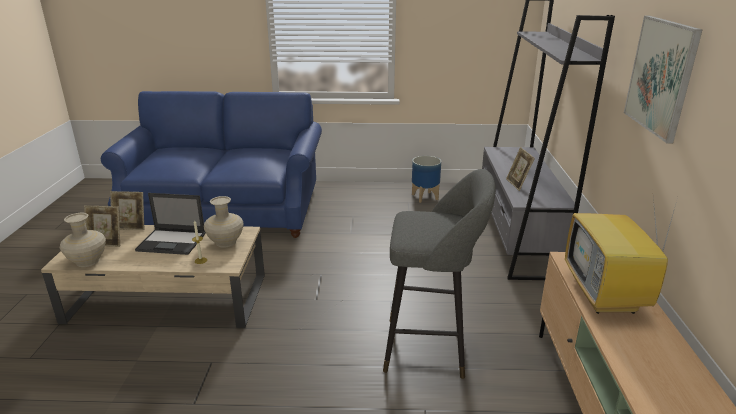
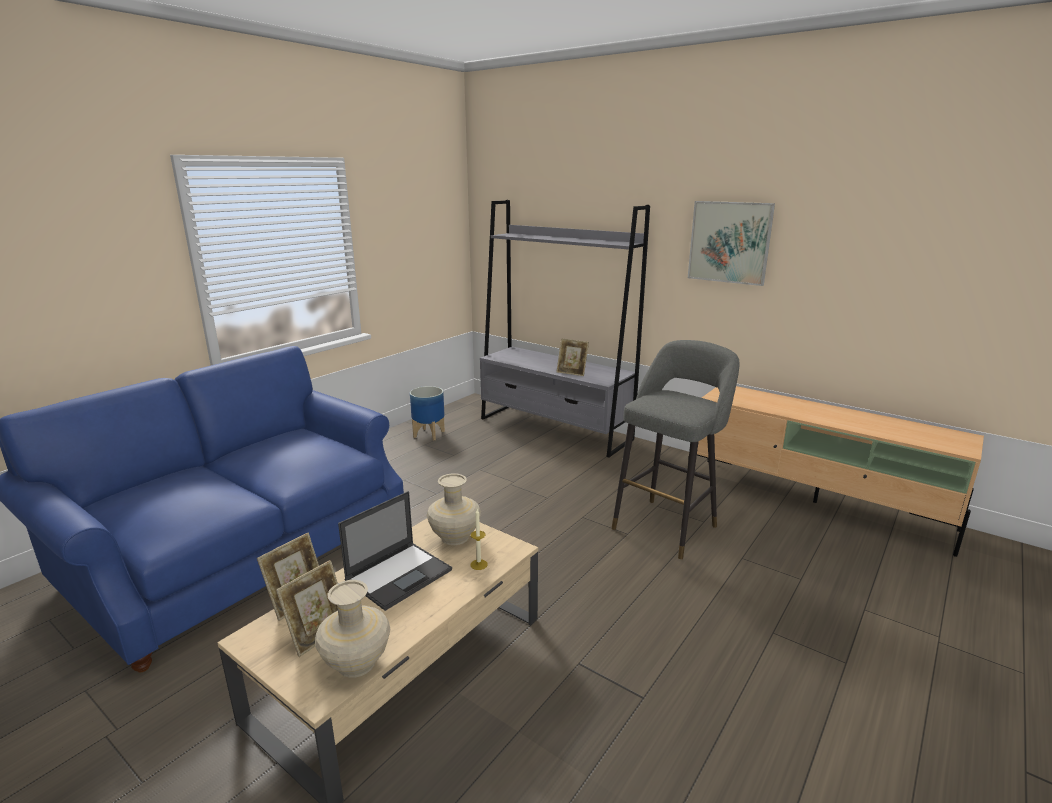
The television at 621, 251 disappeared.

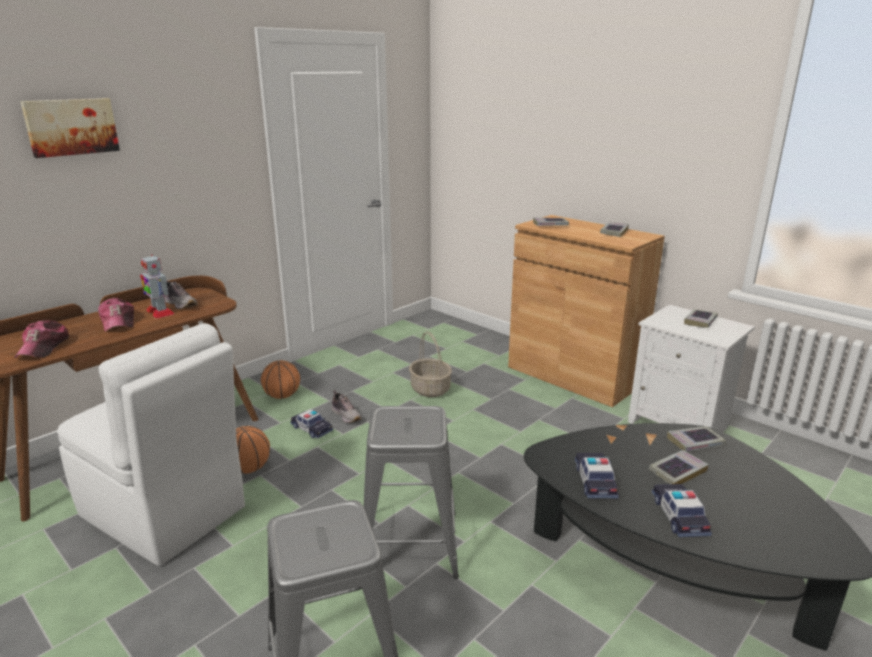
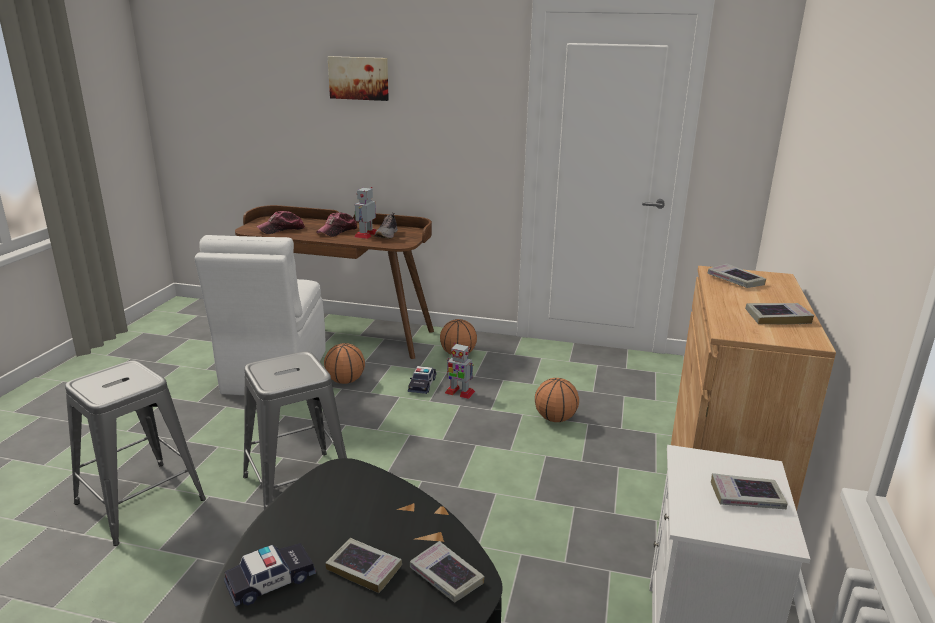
The toy car at 597, 475 disappeared.
The shoe at 347, 406 was replaced by the toy robot at 460, 371.
The basket at 430, 364 was replaced by the basketball at 557, 400.

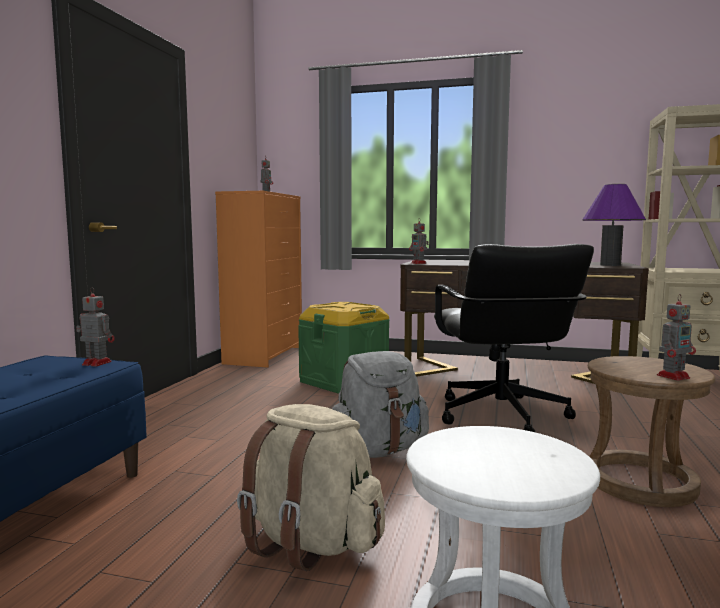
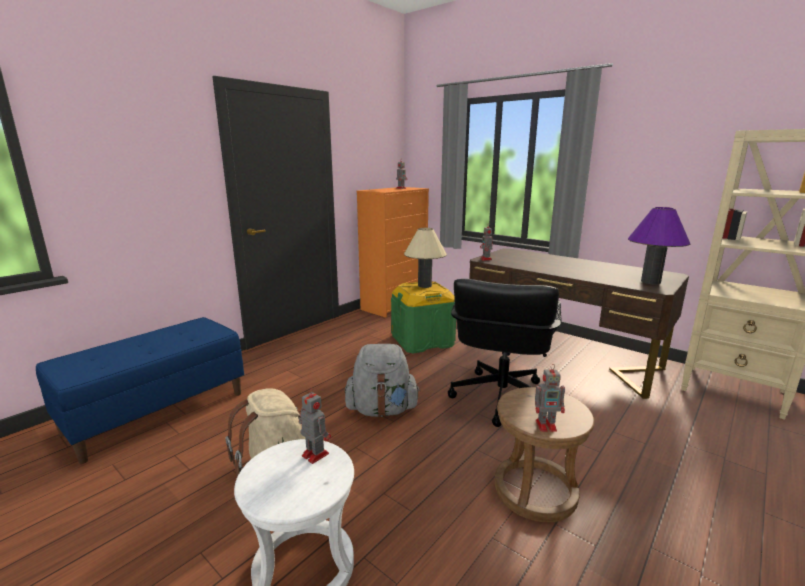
The table lamp (beige) at 425, 258 appeared.
The toy robot moved from 95, 327 to 314, 425.

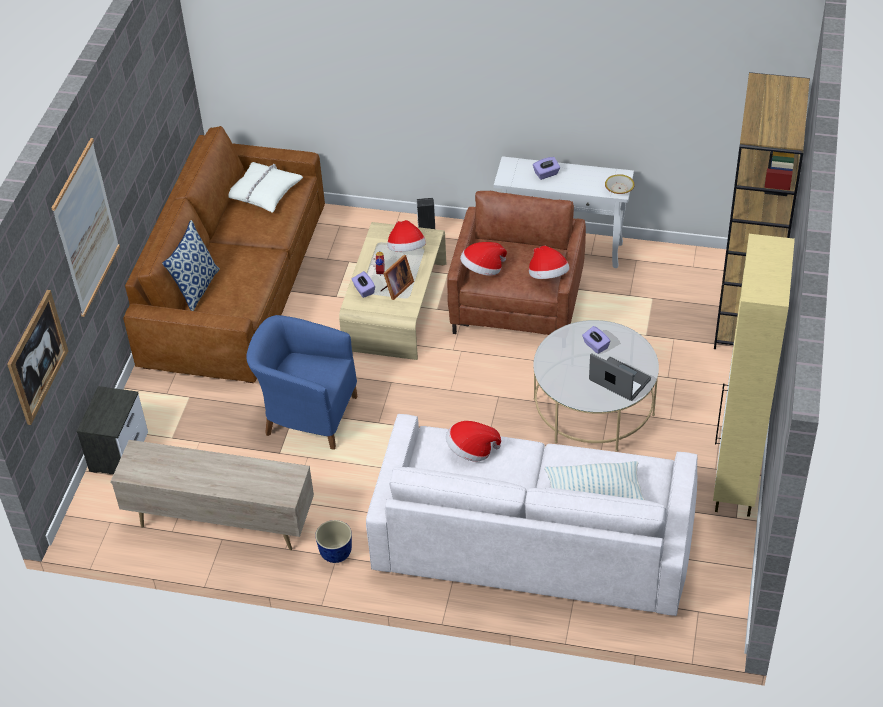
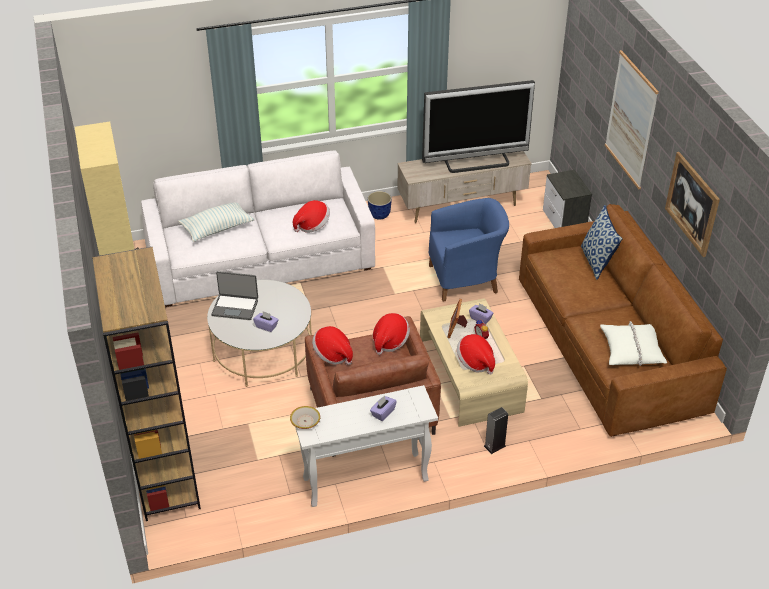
The television at 478, 126 appeared.
The picture moved from 37, 357 to 692, 204.

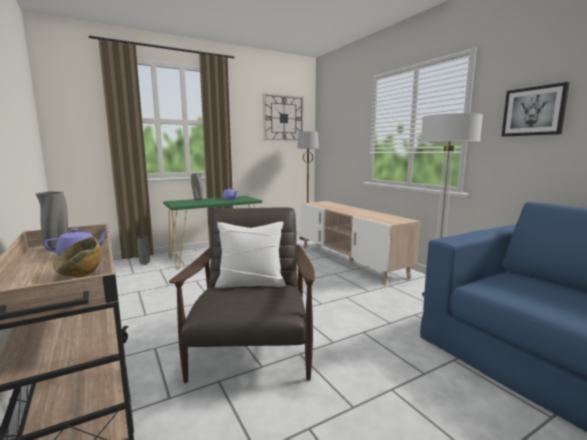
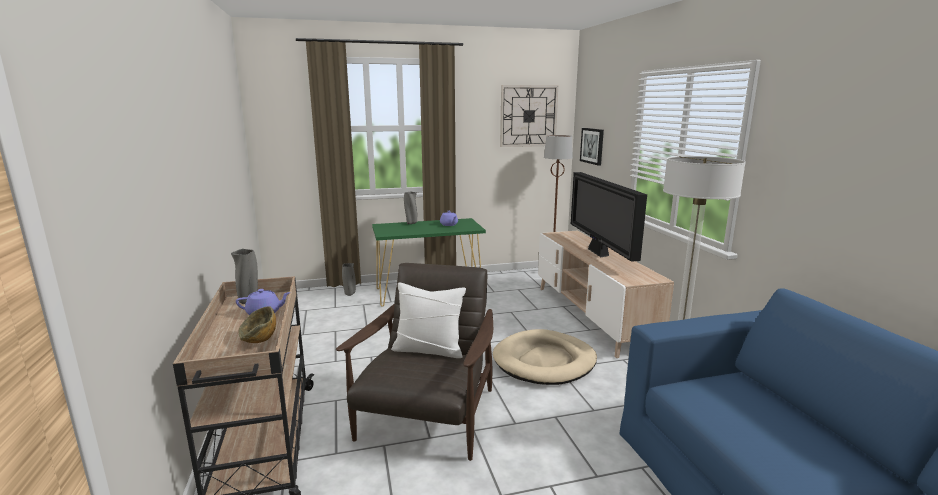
The dog bed (beige) at 545, 357 appeared.
The television at 609, 217 appeared.
The picture moved from 536, 109 to 592, 146.

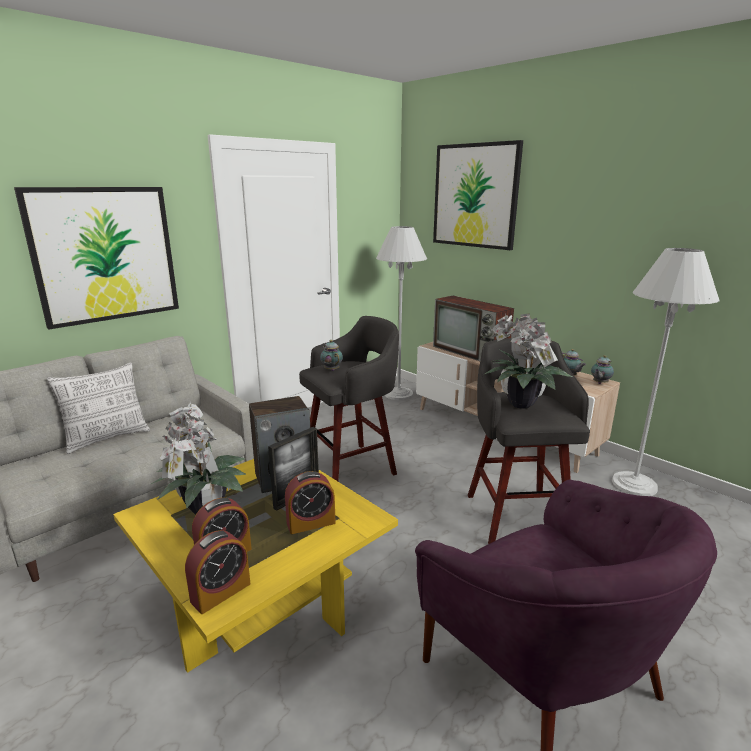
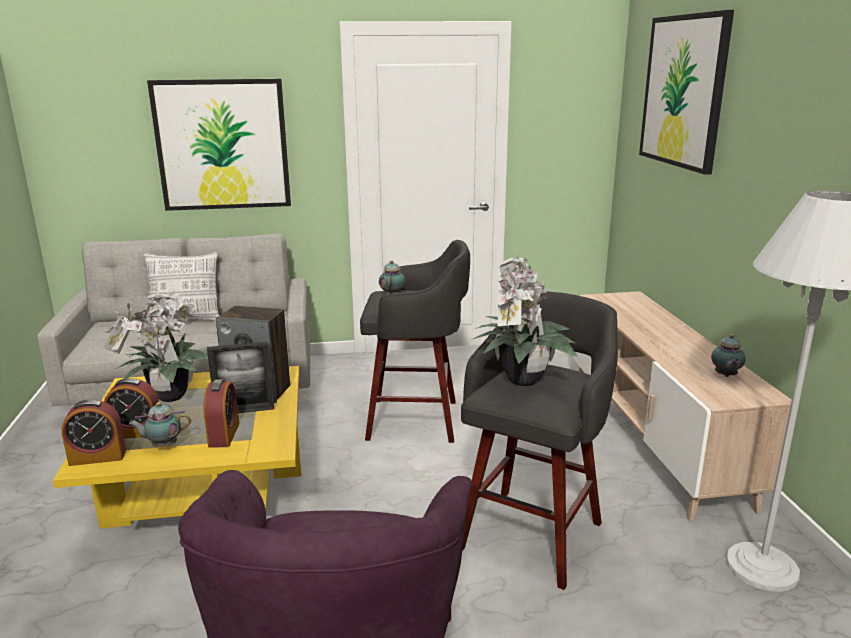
The floor lamp (white) at 401, 313 disappeared.
The television at 473, 328 disappeared.
The teapot moved from 602, 369 to 160, 425.
The alarm clock at 310, 502 turned 105 degrees counterclockwise.

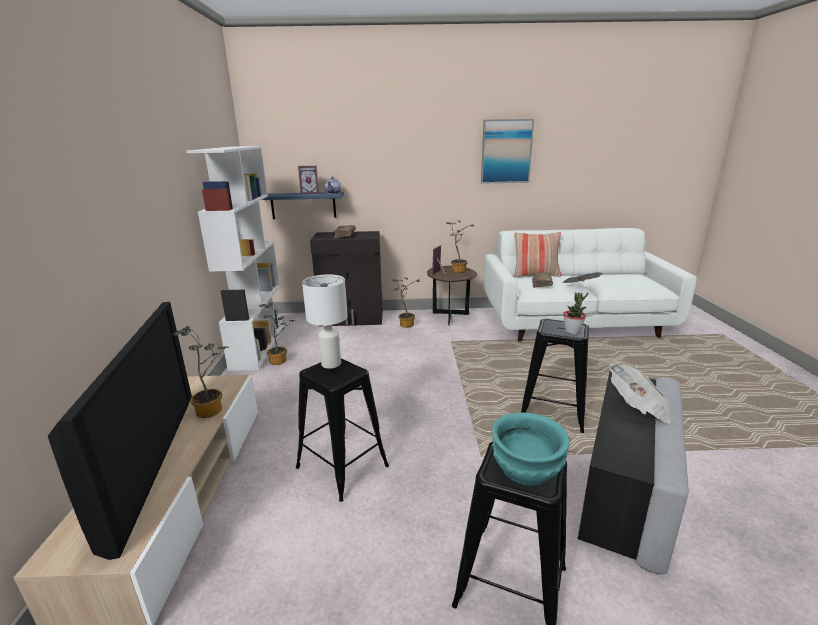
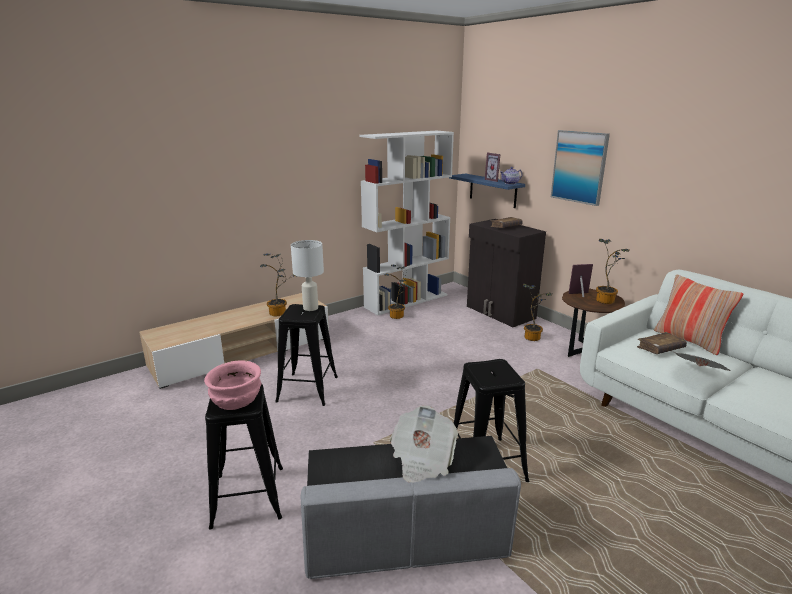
The television at 120, 431 disappeared.
The potted plant at 575, 313 disappeared.
The picture moved from 507, 151 to 580, 168.
The bowl (turquoise) at 530, 449 became the bowl (pink) at 233, 385.

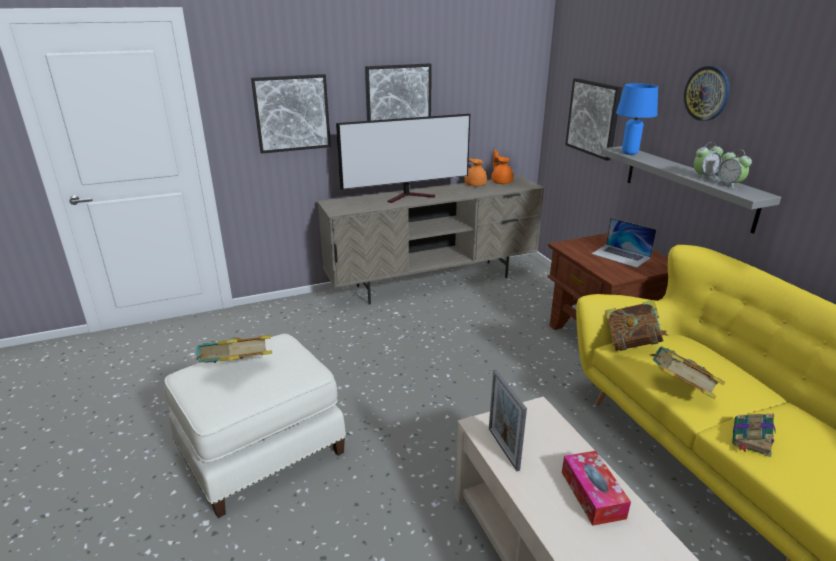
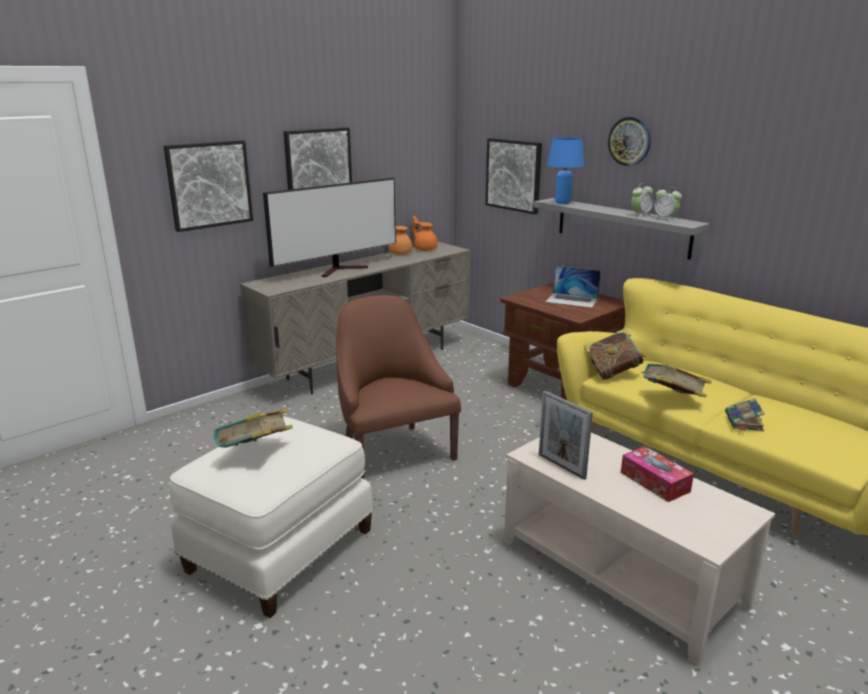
The armchair (brown) at 398, 387 appeared.

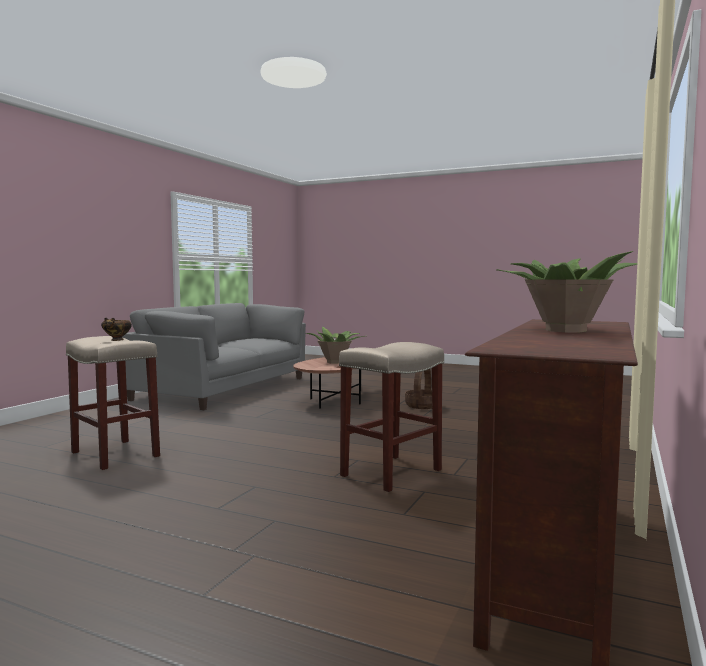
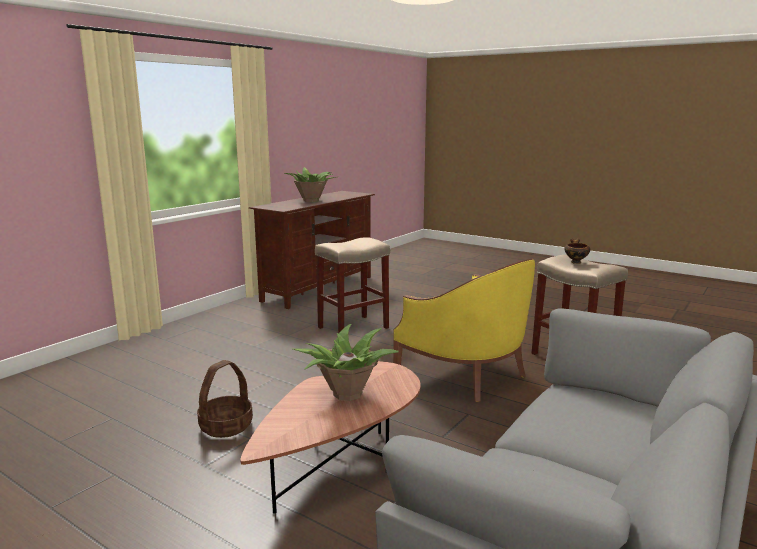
The armchair (yellow) at 464, 330 appeared.

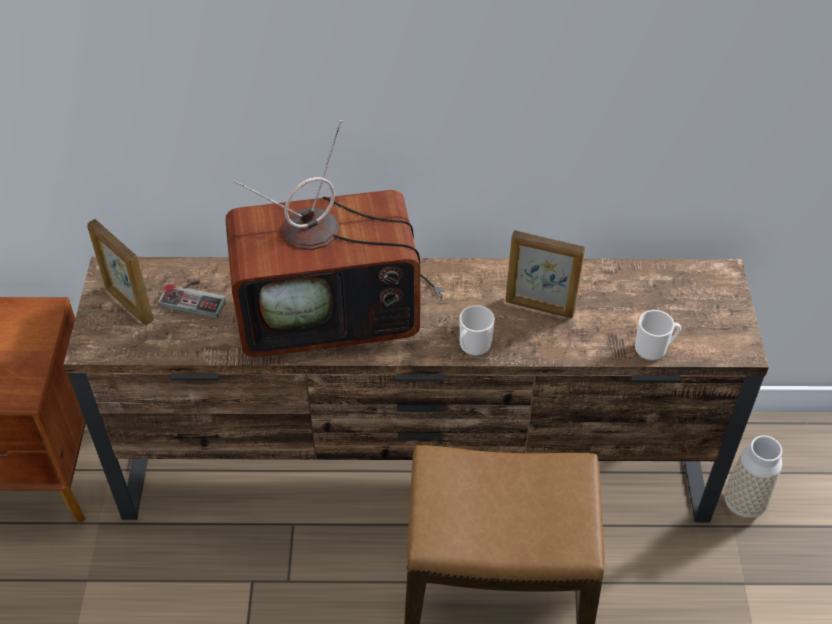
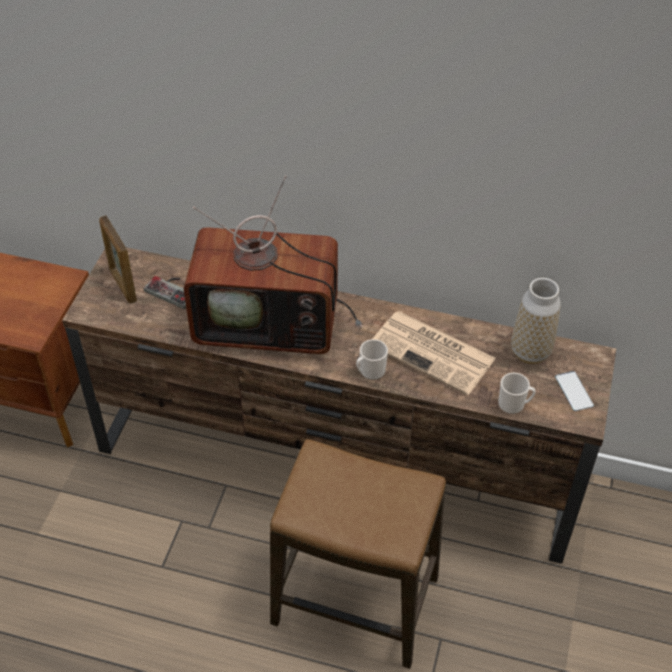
The phone at 574, 391 appeared.
The vase moved from 753, 477 to 536, 321.
The picture frame at 545, 274 was replaced by the newspaper at 434, 353.

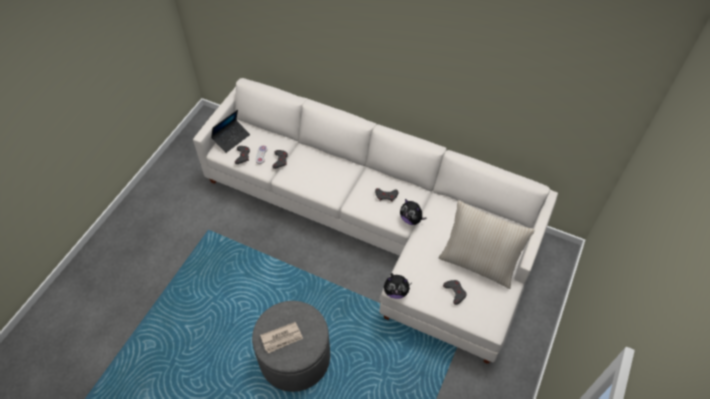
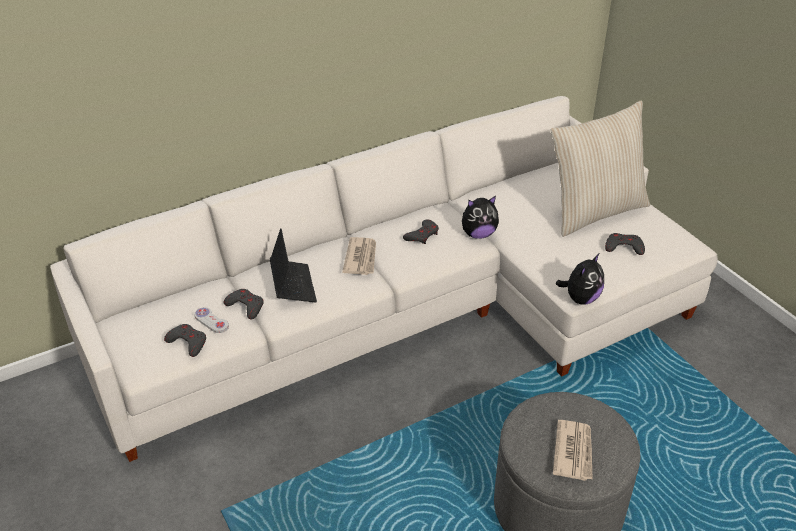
The newspaper at 359, 256 appeared.
The laptop moved from 230, 131 to 293, 265.

